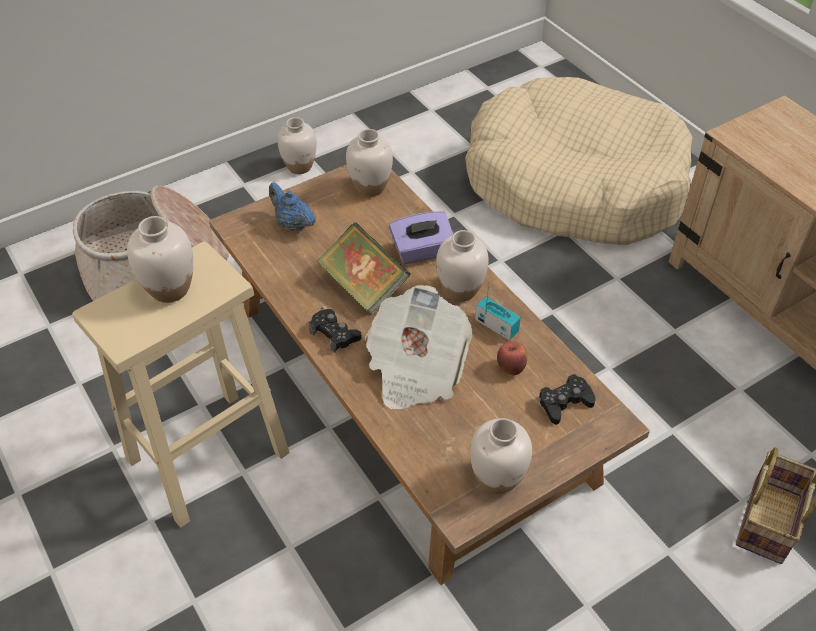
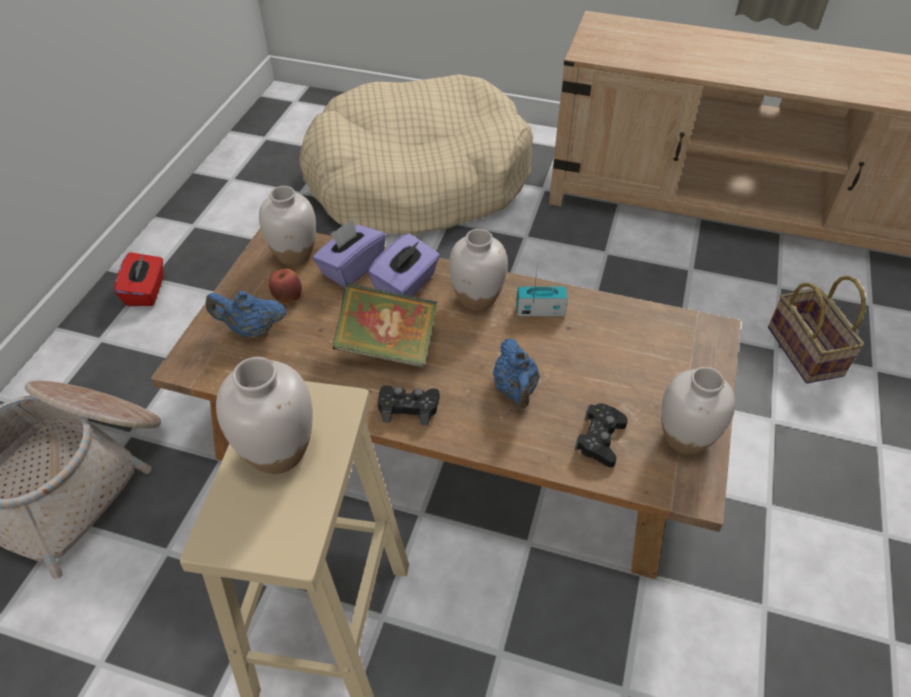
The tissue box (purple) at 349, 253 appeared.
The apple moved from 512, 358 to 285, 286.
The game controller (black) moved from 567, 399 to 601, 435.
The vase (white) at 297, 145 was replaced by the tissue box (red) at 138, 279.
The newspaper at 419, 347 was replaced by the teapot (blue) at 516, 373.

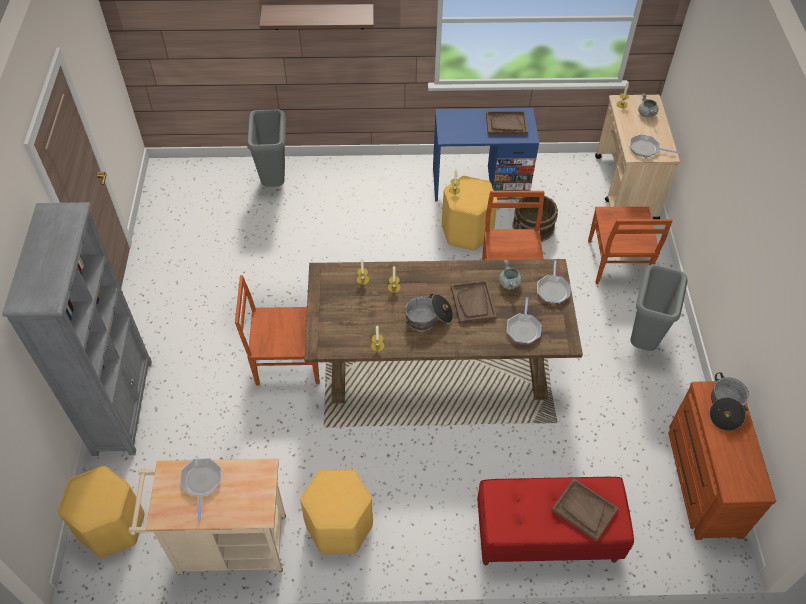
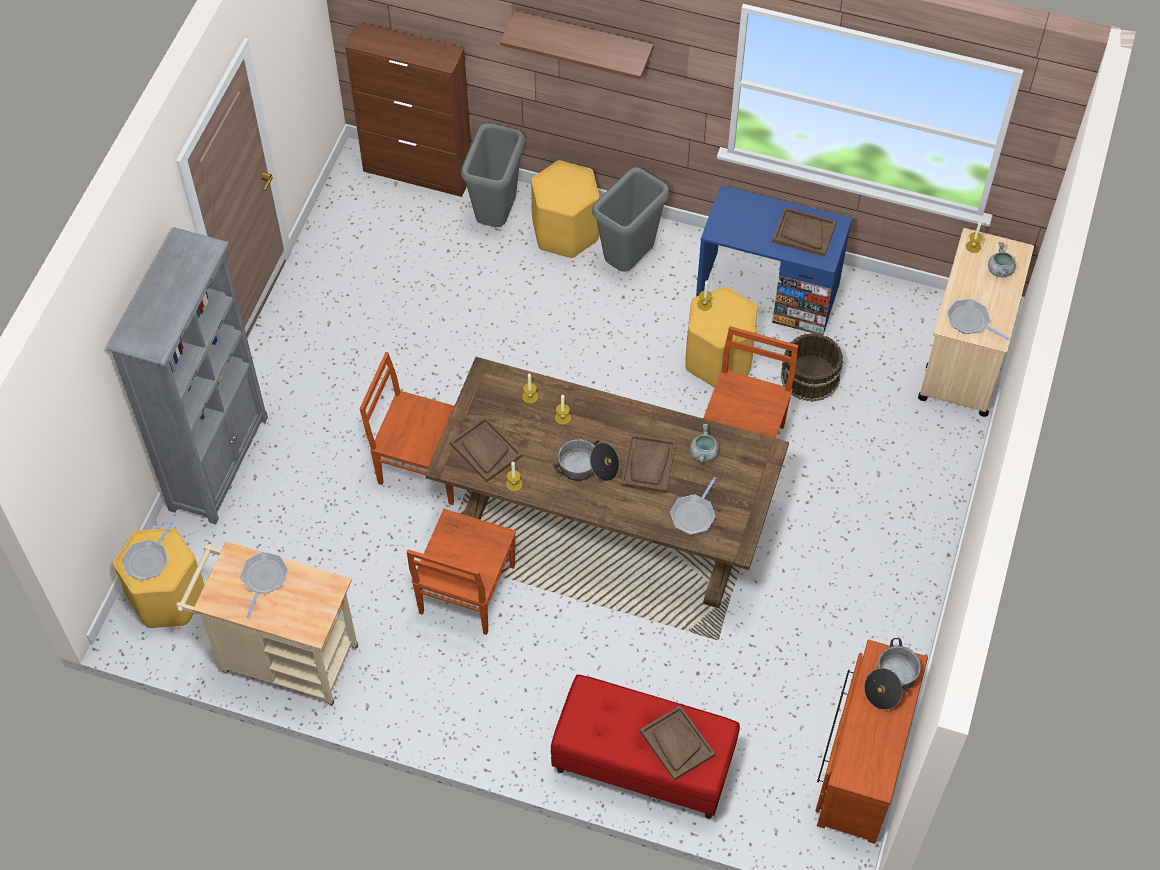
The cabinet (brown) at 408, 109 appeared.
The tray (brown) at 486, 449 appeared.
The stool (yellow) moved from 336, 511 to 565, 209.
The frying pan moved from 554, 281 to 148, 551.
The chair (brown) moved from 630, 245 to 461, 572.
The trash can (grey) moved from 659, 307 to 630, 219.

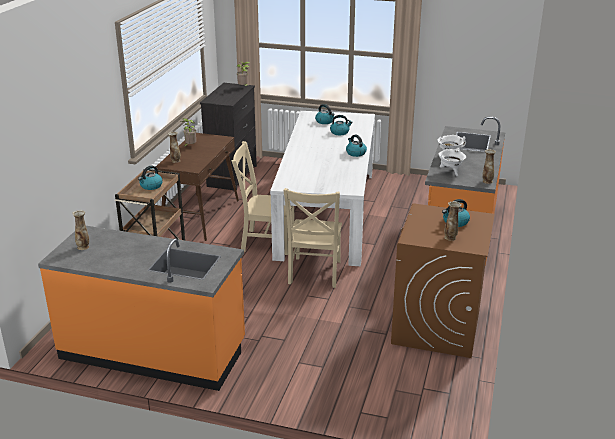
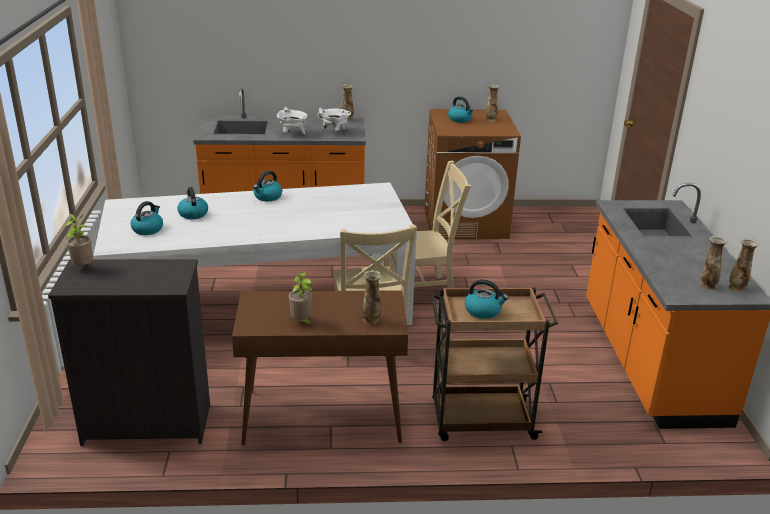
The vase at 744, 265 appeared.

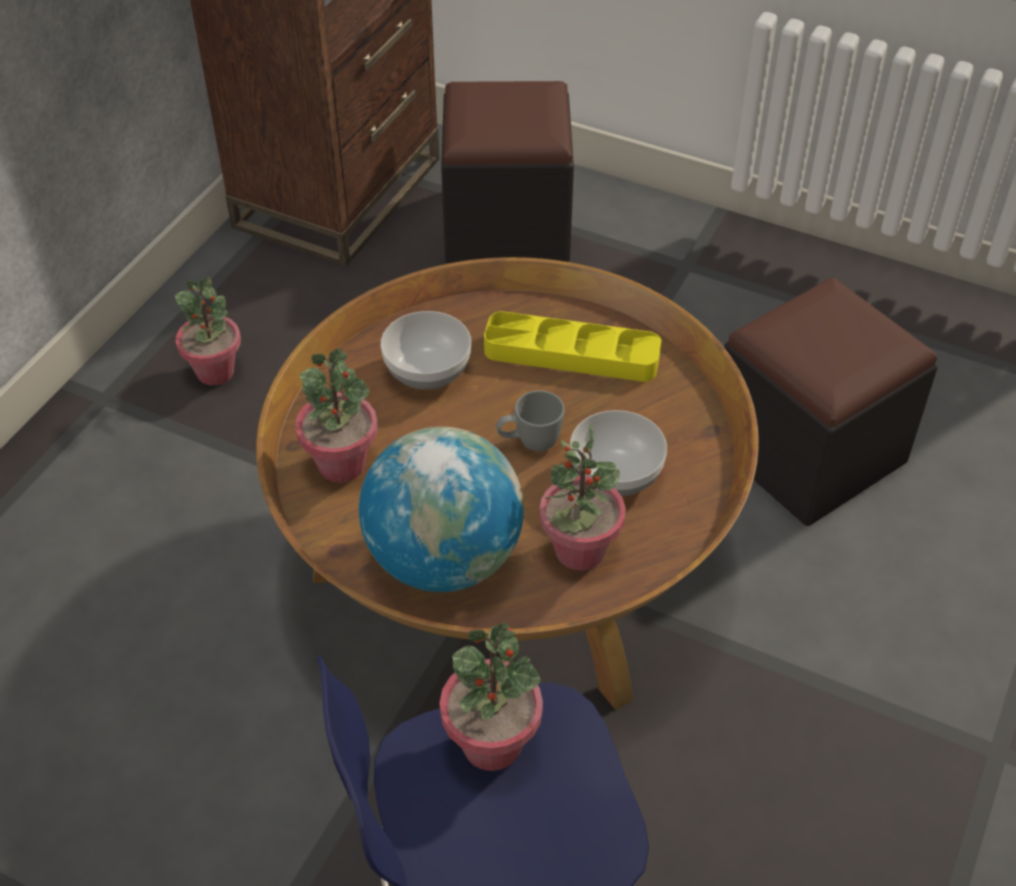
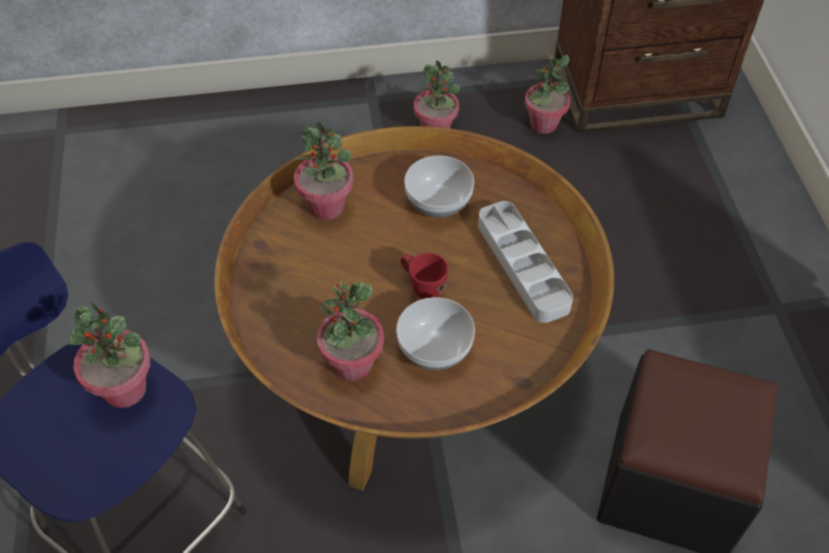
The globe at 441, 509 disappeared.
The ottoman (black) at 507, 172 disappeared.
The potted plant at 547, 93 appeared.
The tray (yellow) at 572, 346 became the tray (grey) at 525, 262.
The mug (grey) at 530, 421 became the mug (red) at 424, 276.

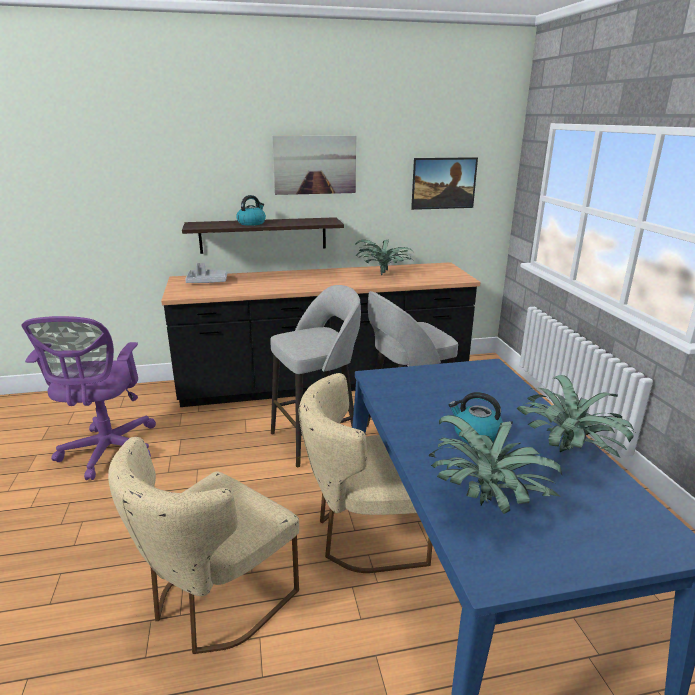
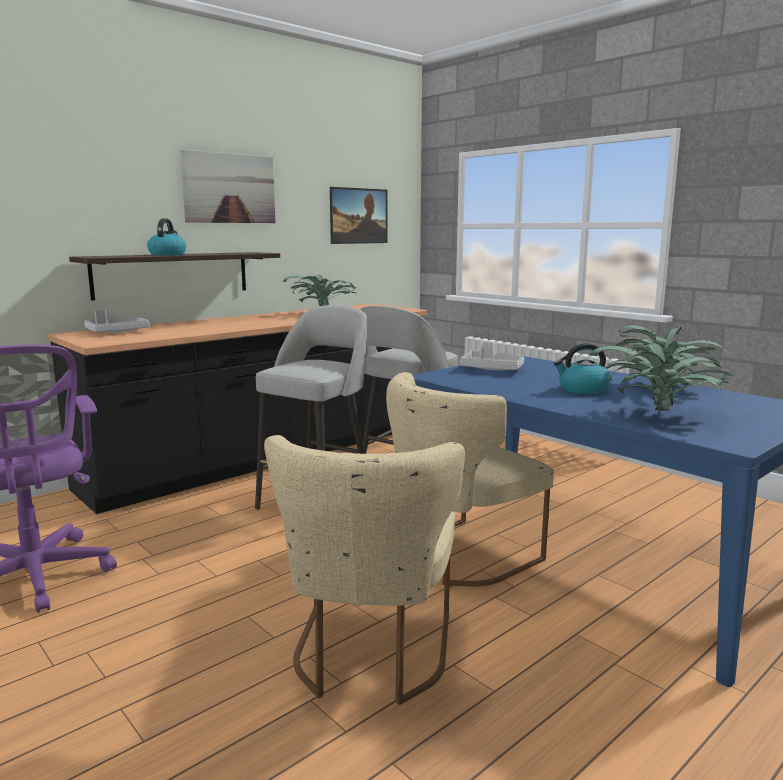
The tray (grey) at 492, 356 appeared.

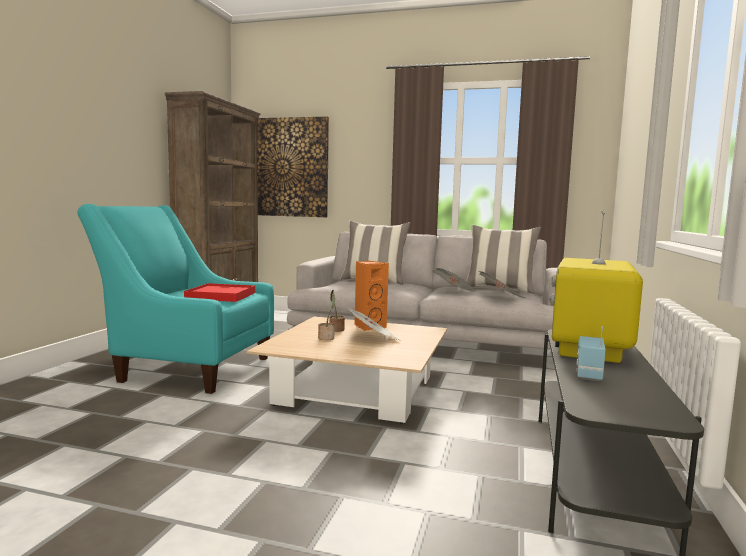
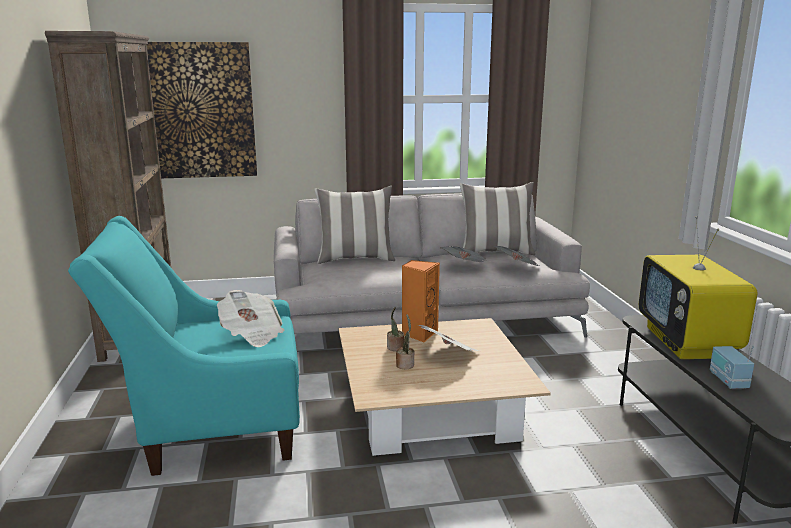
The tray (red) at 219, 292 was replaced by the newspaper at 251, 318.

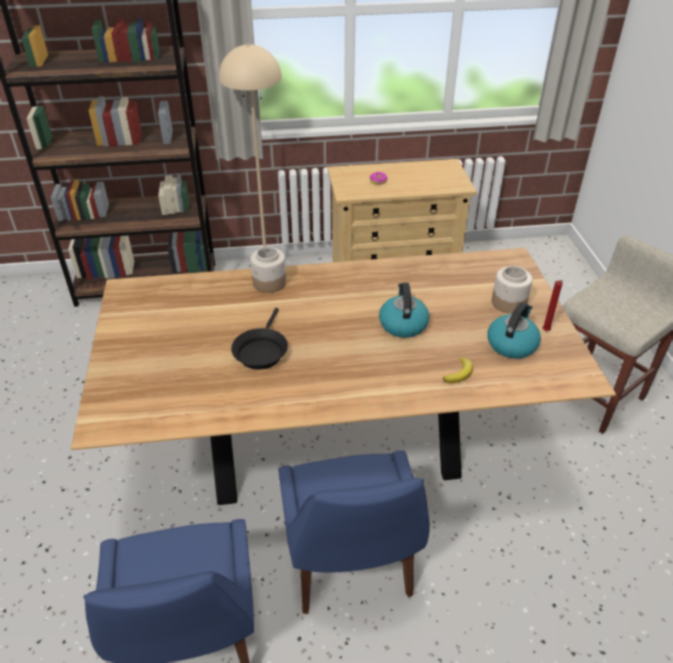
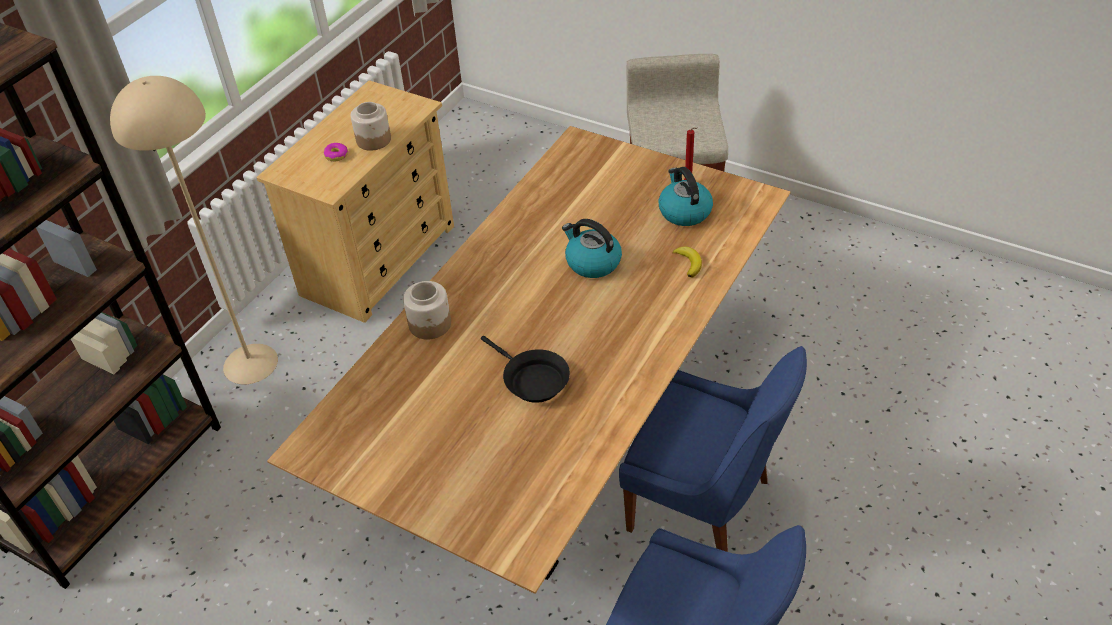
The jar moved from 512, 290 to 371, 126.

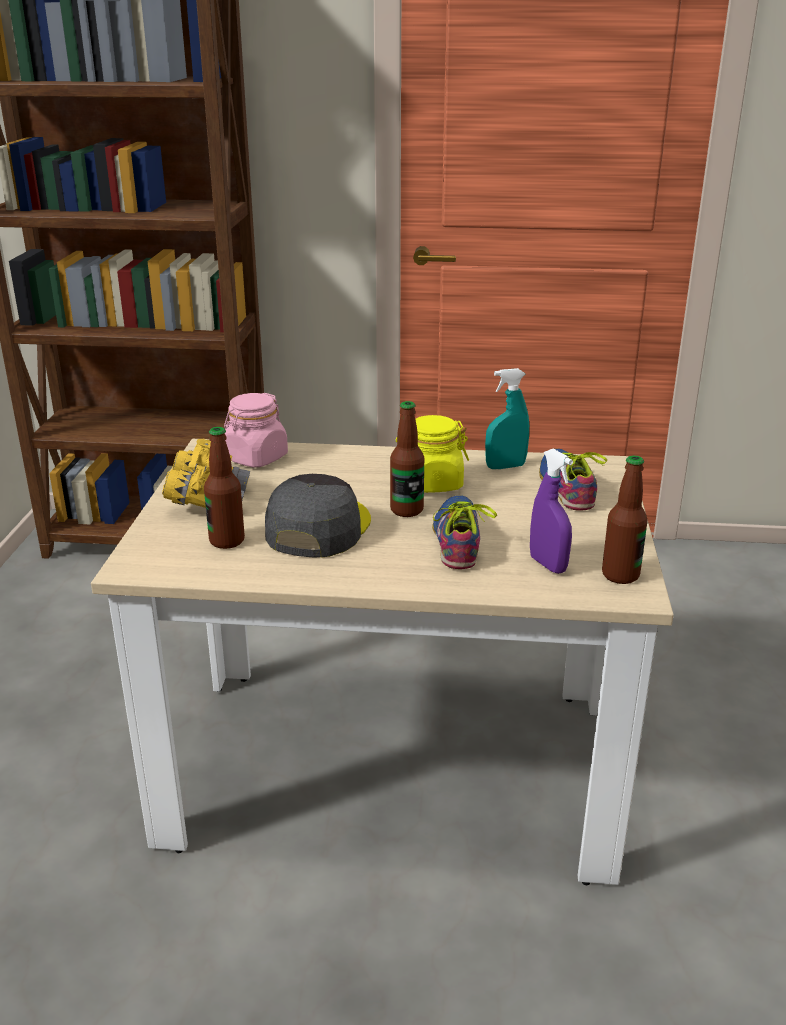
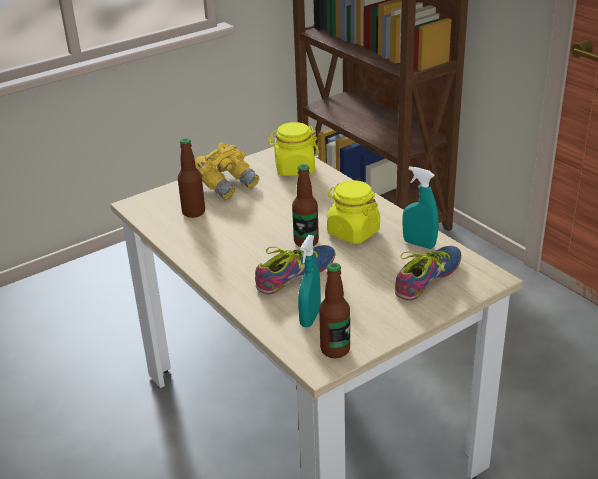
The cap (grey) at 318, 516 disappeared.
The jar (pink) at 256, 430 became the jar (yellow) at 293, 149.
The spray bottle (purple) at 551, 511 became the spray bottle (turquoise) at 309, 281.

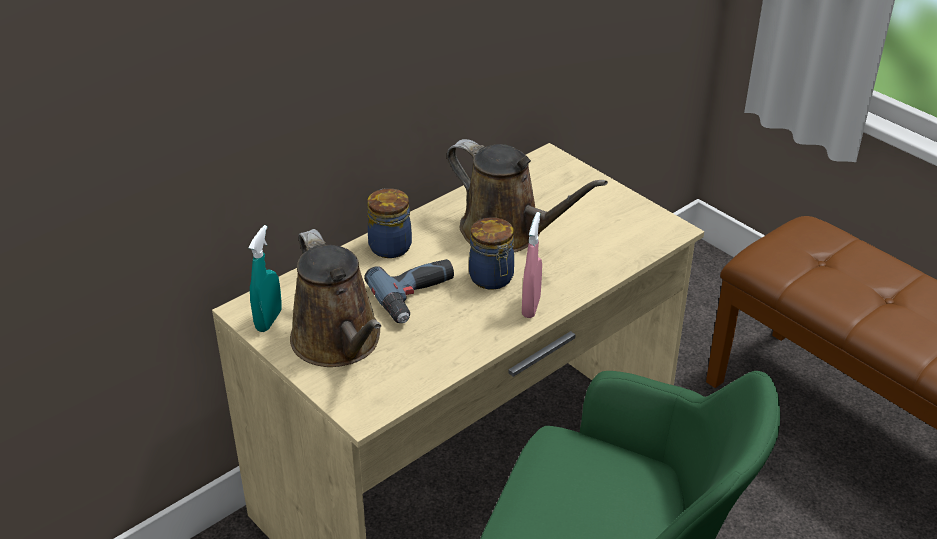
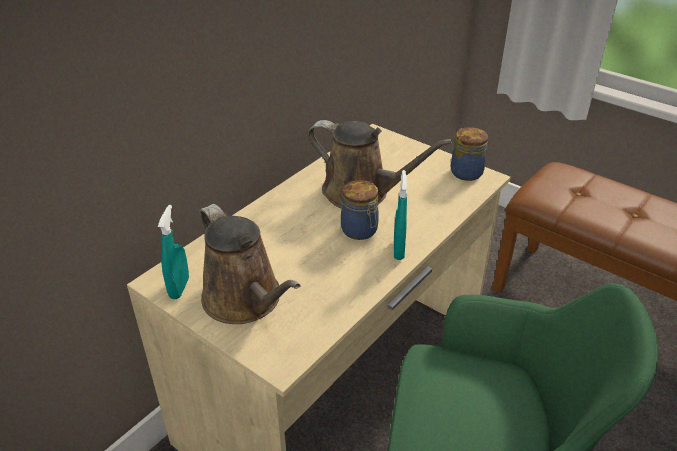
The power drill at 409, 291 disappeared.
The jar moved from 389, 223 to 469, 154.
The spray bottle (pink) at 532, 265 became the spray bottle (turquoise) at 400, 215.

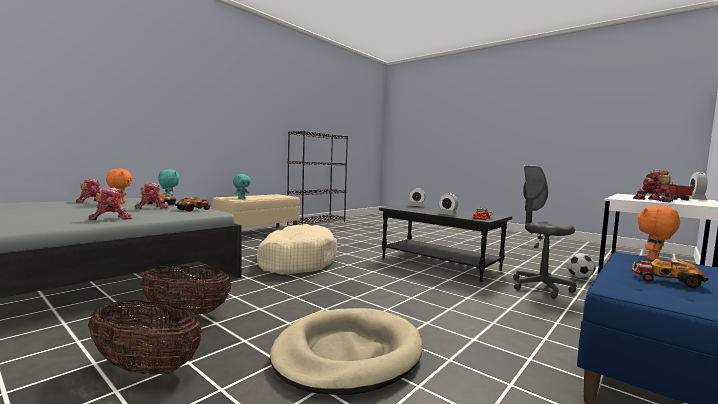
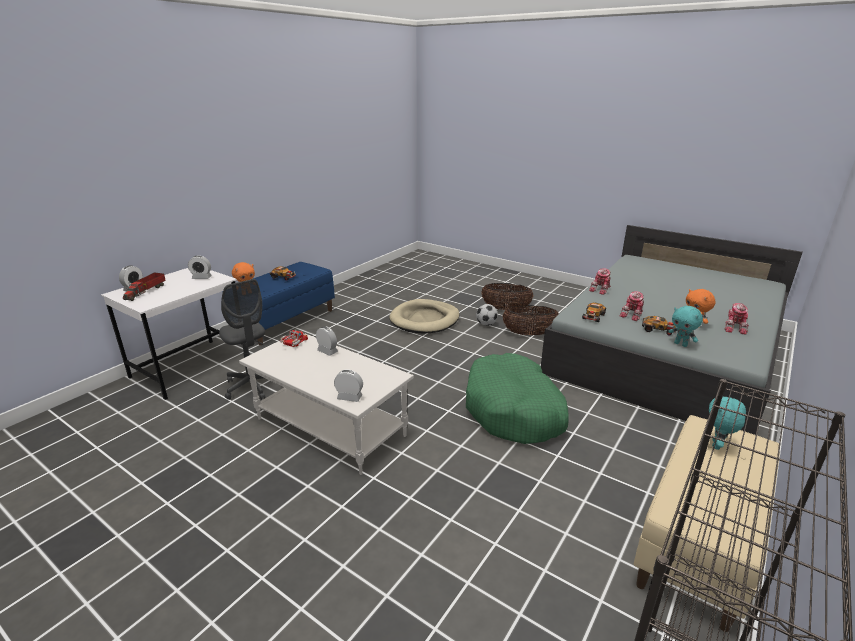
The football moved from 581, 265 to 487, 315.
The toy robot at 653, 185 was replaced by the alarm clock at 200, 267.
The dog bed (beige) at 297, 249 became the dog bed (green) at 517, 398.
The coffee table (black) at 445, 243 became the coffee table (white) at 326, 404.

